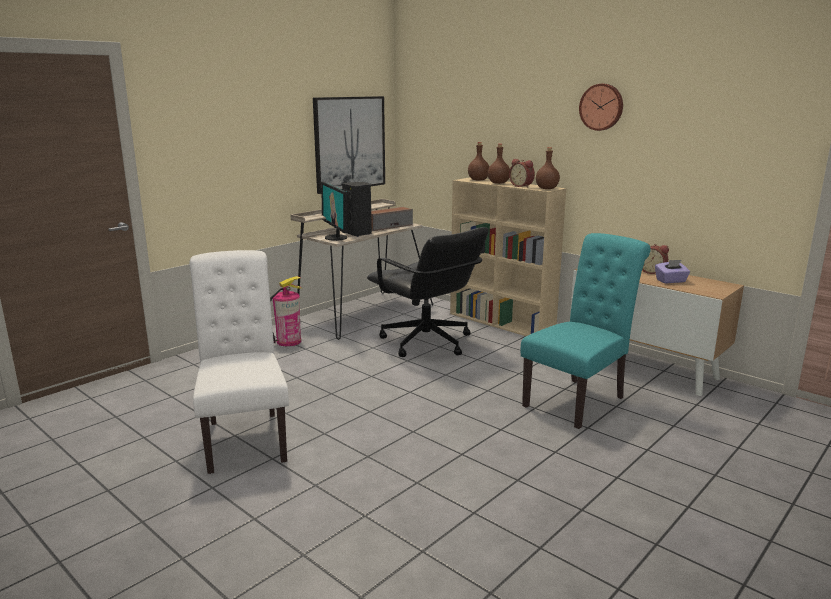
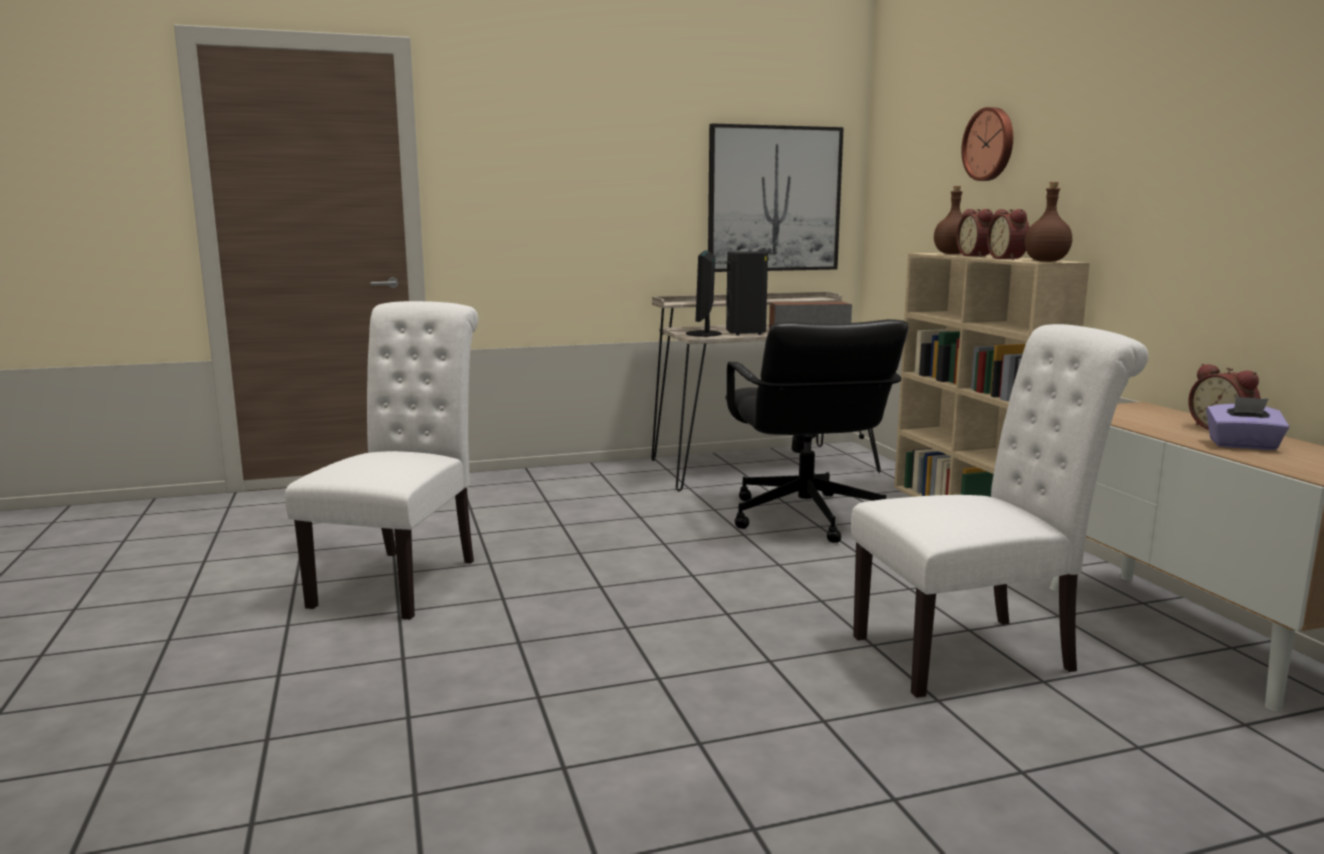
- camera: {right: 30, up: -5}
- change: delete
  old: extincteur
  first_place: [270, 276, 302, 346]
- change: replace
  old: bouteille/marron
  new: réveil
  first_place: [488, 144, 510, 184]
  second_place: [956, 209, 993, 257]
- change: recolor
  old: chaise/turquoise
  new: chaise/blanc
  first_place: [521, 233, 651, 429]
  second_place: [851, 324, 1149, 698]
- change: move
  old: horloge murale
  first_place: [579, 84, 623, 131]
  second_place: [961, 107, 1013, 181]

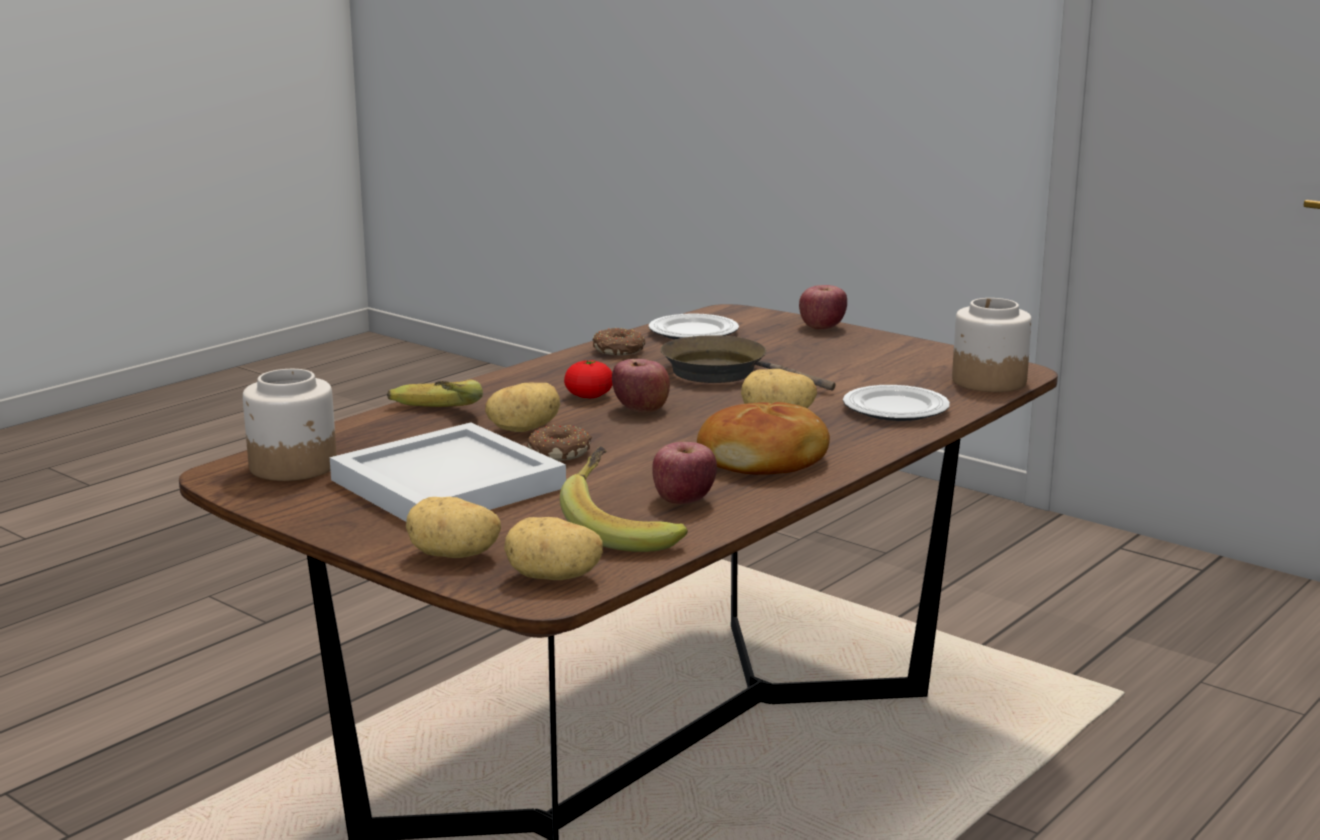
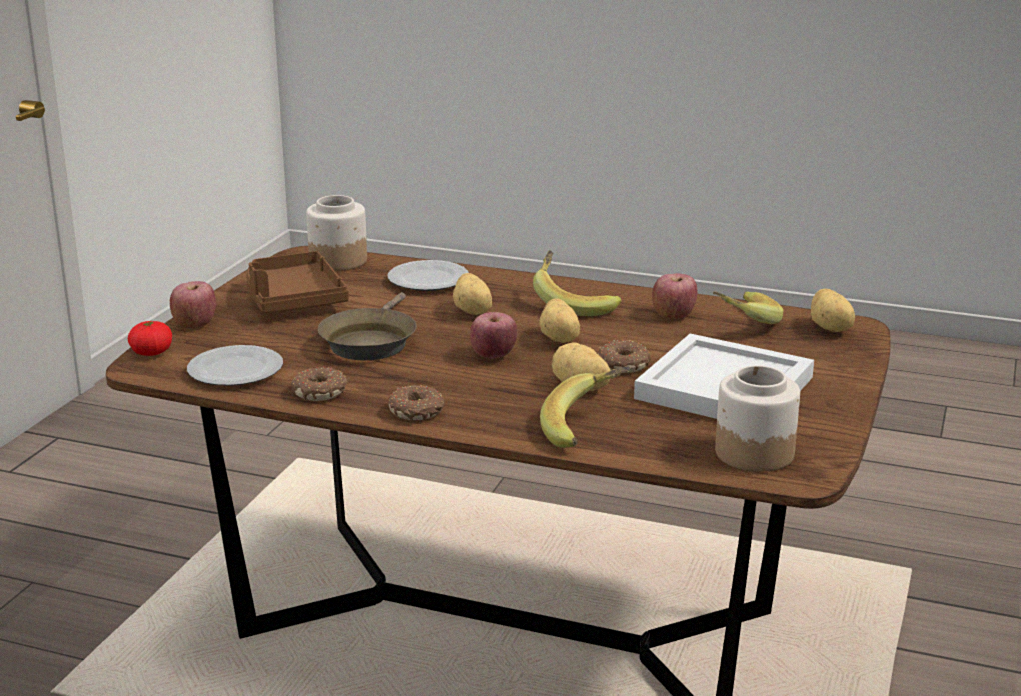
- camera: {right: -110, up: 5}
- change: move
  old: pomme de terre
  first_place: [406, 497, 501, 558]
  second_place: [539, 298, 580, 343]
- change: move
  old: tomate
  first_place: [564, 360, 613, 398]
  second_place: [128, 321, 172, 356]
- change: replace
  old: pain
  new: banane
  first_place: [697, 402, 830, 475]
  second_place: [533, 250, 622, 316]
- change: insert
  new: plateau/marron
  second_place: [246, 251, 349, 313]
- change: insert
  new: beignet
  second_place: [388, 385, 444, 420]

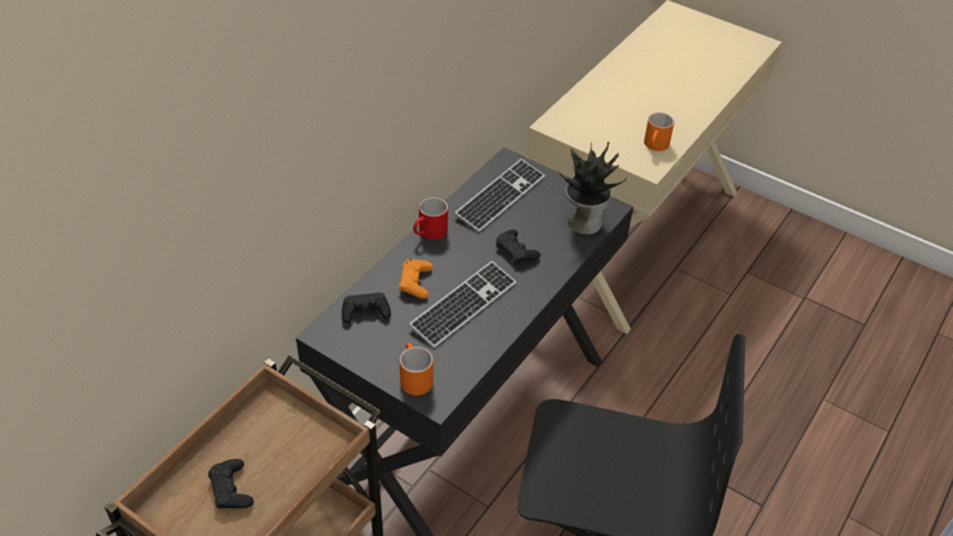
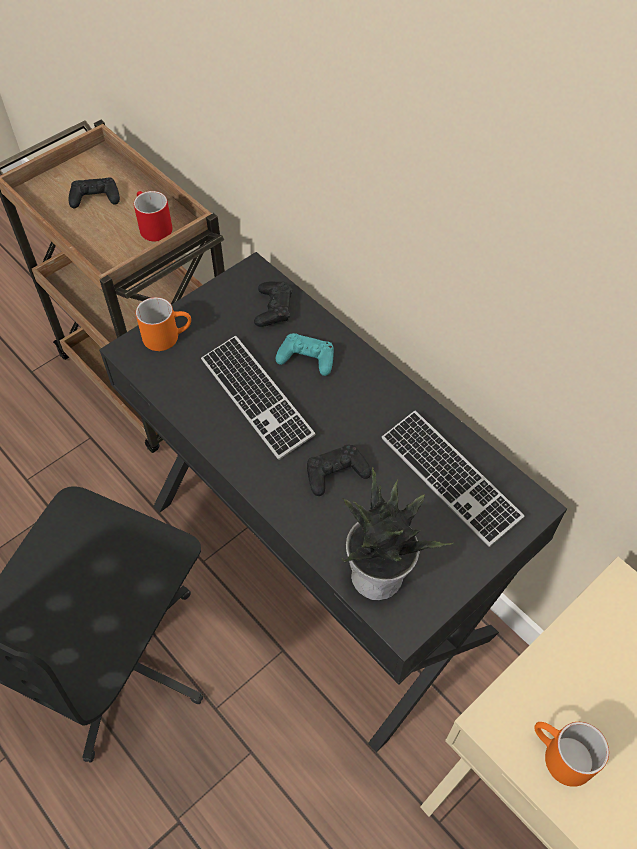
- camera: {right: 105, up: 10}
- change: recolor
  old: manette/orange
  new: manette/turquoise
  first_place: [399, 259, 433, 299]
  second_place: [276, 333, 334, 376]
- change: move
  old: mug/rouge
  first_place: [413, 197, 448, 240]
  second_place: [134, 191, 173, 241]

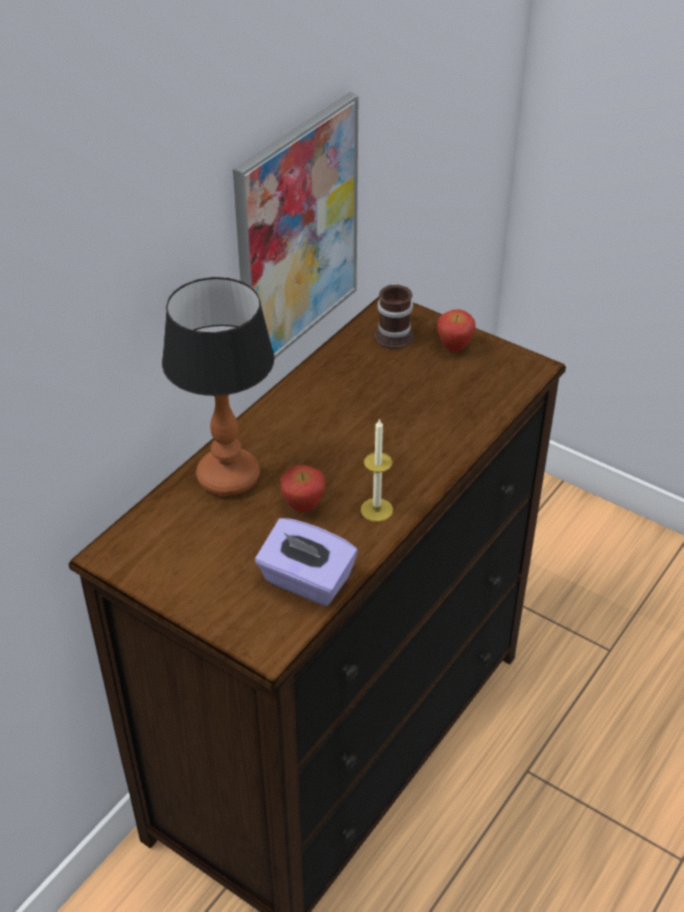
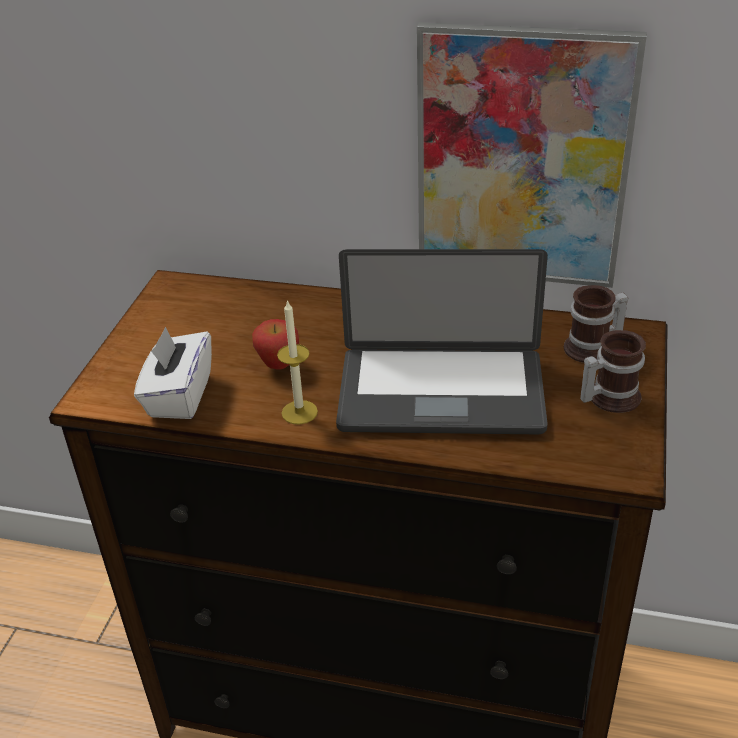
- camera: {right: 70, up: -5}
- change: delete
  old: lampe de table
  first_place: [162, 277, 275, 496]
- change: recolor
  old: boîte à mouchoirs/violet
  new: boîte à mouchoirs/blanc
  first_place: [255, 518, 358, 606]
  second_place: [134, 327, 212, 419]
- change: replace
  old: pomme
  new: mug
  first_place: [437, 309, 476, 352]
  second_place: [580, 330, 646, 413]
- change: insert
  new: ordinateur portable
  second_place: [336, 249, 548, 434]

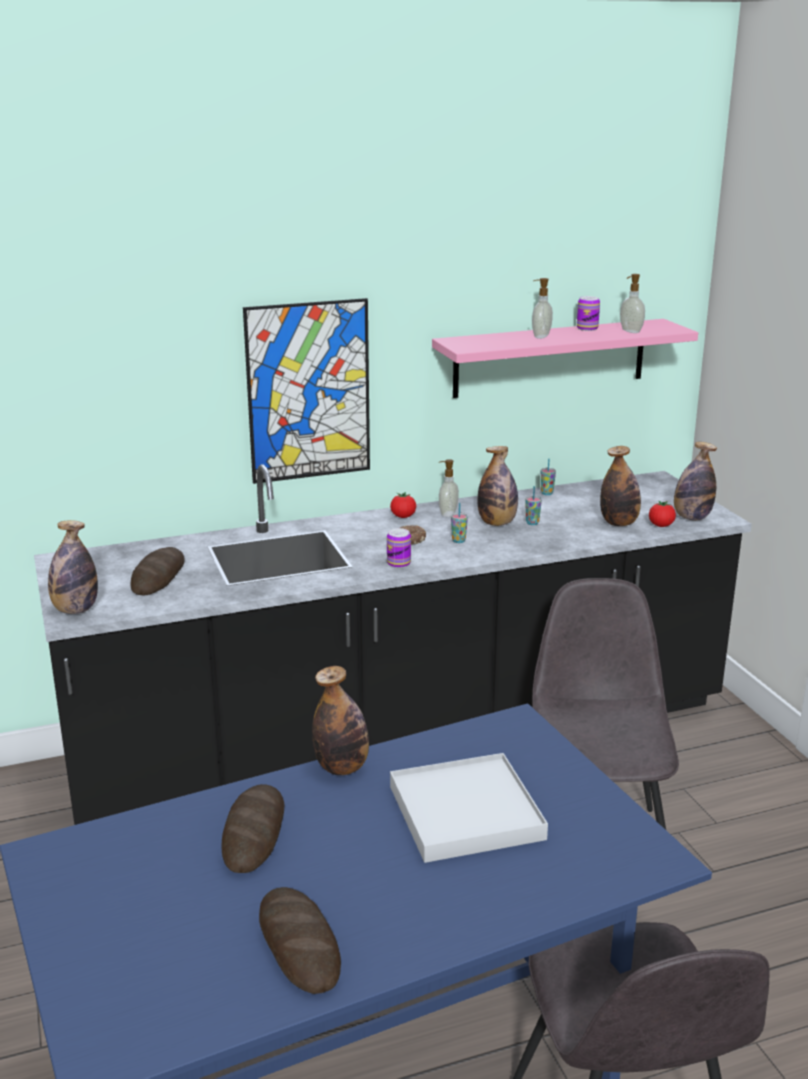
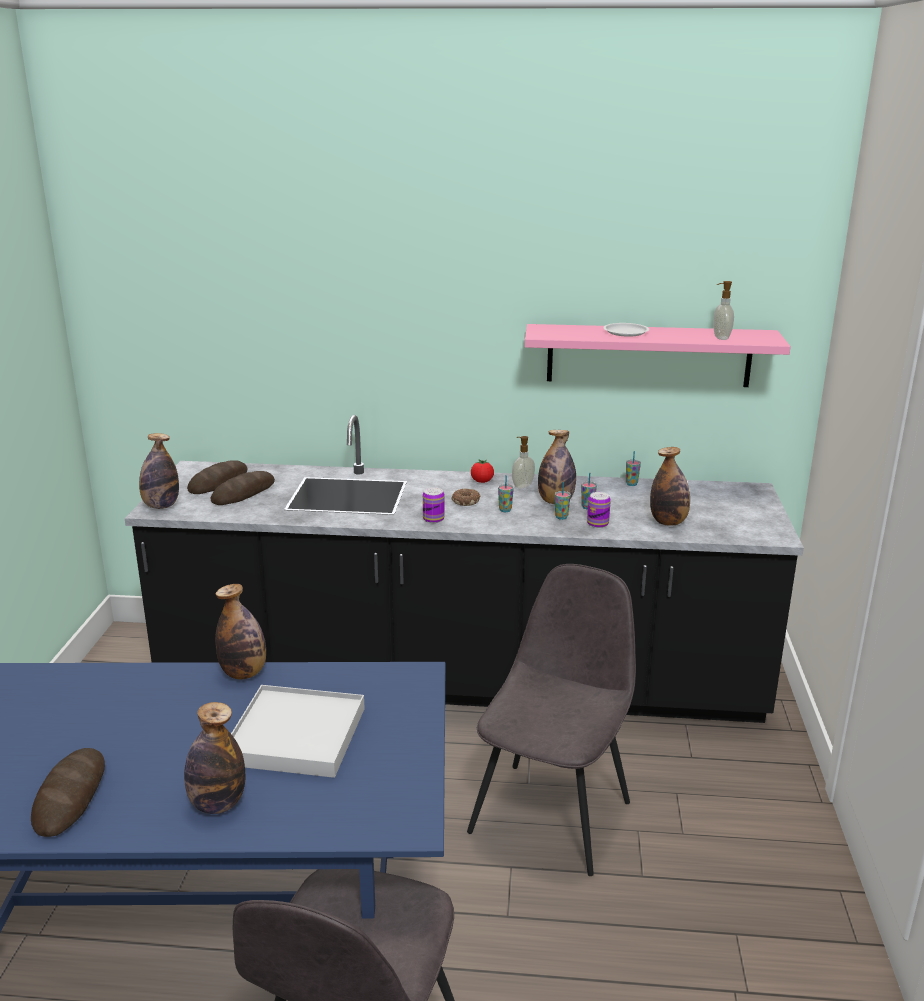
- camera: {right: 25, up: 0}
- change: move
  old: pain
  first_place: [222, 784, 284, 873]
  second_place: [187, 461, 248, 494]
- change: delete
  old: tableau
  first_place: [243, 298, 370, 484]
- change: replace
  old: distributeur de savon
  new: assiette/blanc
  first_place: [532, 278, 553, 339]
  second_place: [603, 323, 649, 337]
- change: move
  old: boîte métallique
  first_place: [577, 296, 600, 331]
  second_place: [587, 492, 611, 528]
- change: delete
  old: tomate
  first_place: [649, 500, 676, 527]
- change: move
  old: bouteille
  first_place: [674, 442, 717, 521]
  second_place: [184, 702, 245, 814]
- change: insert
  new: tasse
  second_place: [555, 482, 571, 520]

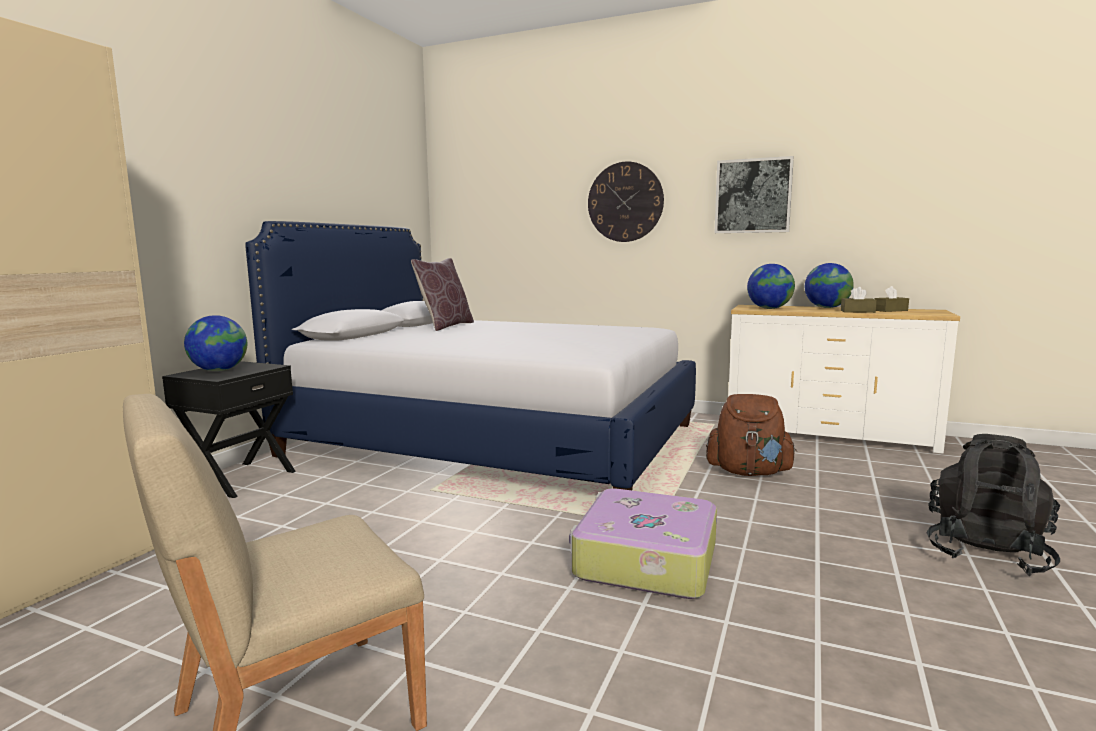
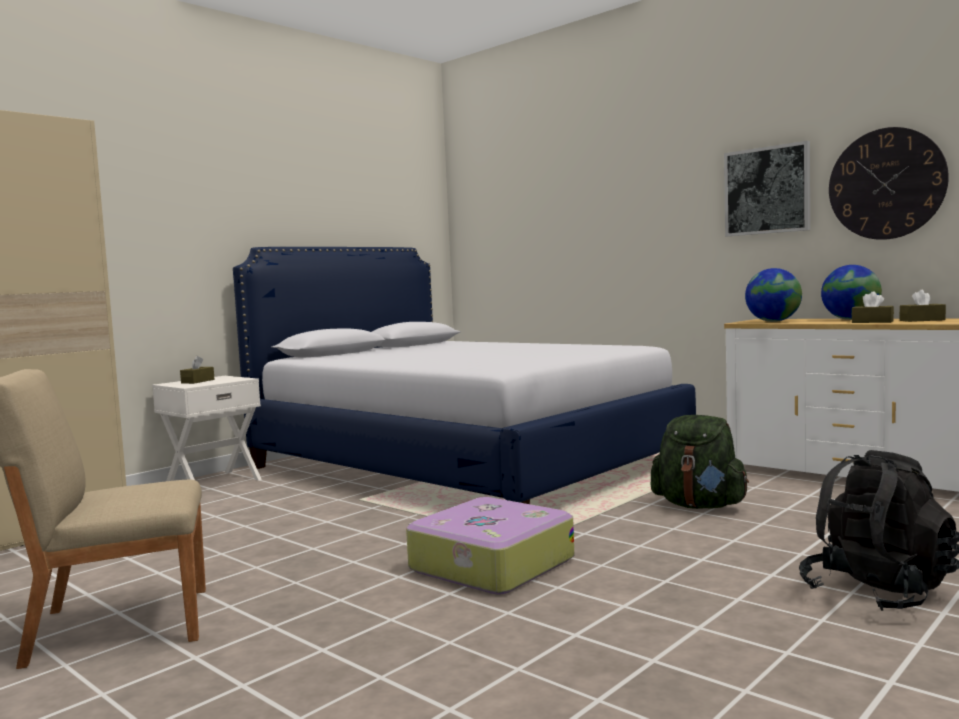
- camera: {right: 20, up: -5}
- change: recolor
  old: table de chevet/noir
  new: table de chevet/blanc
  first_place: [162, 361, 296, 498]
  second_place: [152, 376, 262, 481]
- change: replace
  old: globe
  new: boîte à mouchoirs/marron
  first_place: [184, 315, 247, 371]
  second_place: [180, 356, 214, 384]
- change: delete
  old: coussin/marron
  first_place: [411, 258, 474, 331]
- change: move
  old: horloge murale
  first_place: [588, 162, 664, 242]
  second_place: [829, 127, 949, 240]
- change: recolor
  old: sac à dos/marron
  new: sac à dos/vert
  first_place: [706, 394, 797, 476]
  second_place: [651, 415, 749, 509]

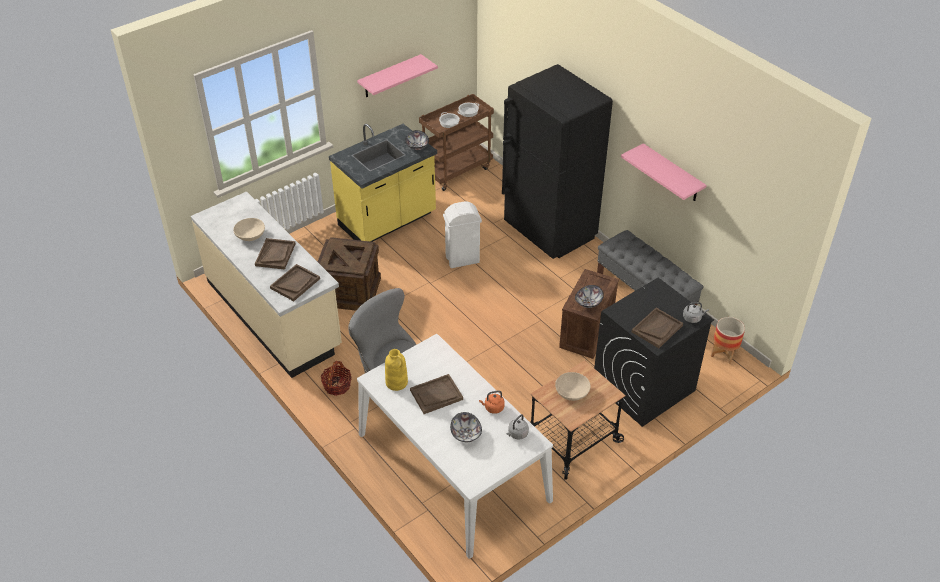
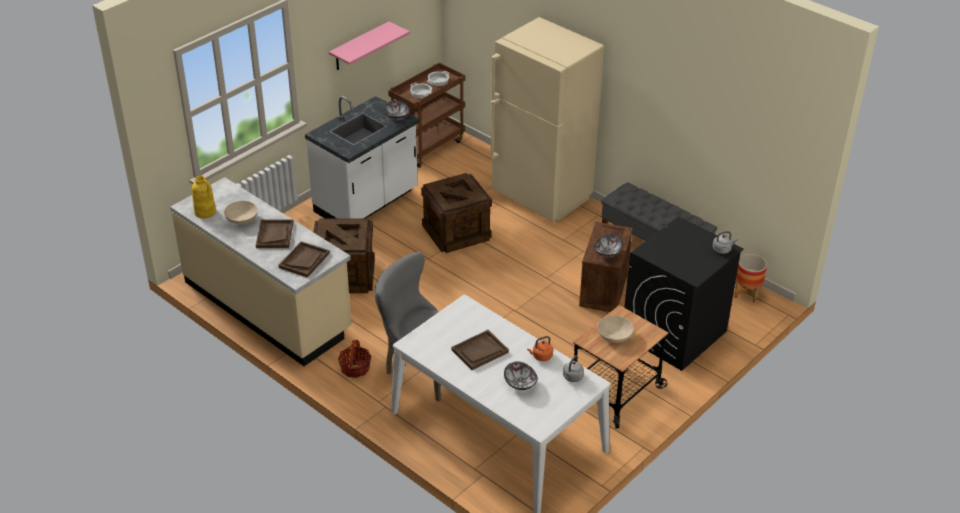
- camera: {right: -10, up: -5}
- change: recolor
  old: comptoir de cuisine/jaune
  new: comptoir de cuisine/blanc
  first_place: [329, 124, 437, 242]
  second_place: [305, 96, 419, 219]
- change: move
  old: vase/jaune
  first_place: [385, 349, 408, 391]
  second_place: [192, 175, 216, 218]
- change: replace
  old: poubelle/blanc
  new: caisse
  first_place: [443, 201, 482, 268]
  second_place: [421, 173, 492, 253]
- change: recolor
  old: réfrigérateur/noir
  new: réfrigérateur/beige
  first_place: [502, 64, 613, 259]
  second_place: [490, 17, 604, 222]
- change: delete
  old: étagère/rose
  first_place: [621, 143, 707, 201]
- change: delete
  old: plateau/marron
  first_place: [632, 308, 683, 348]

